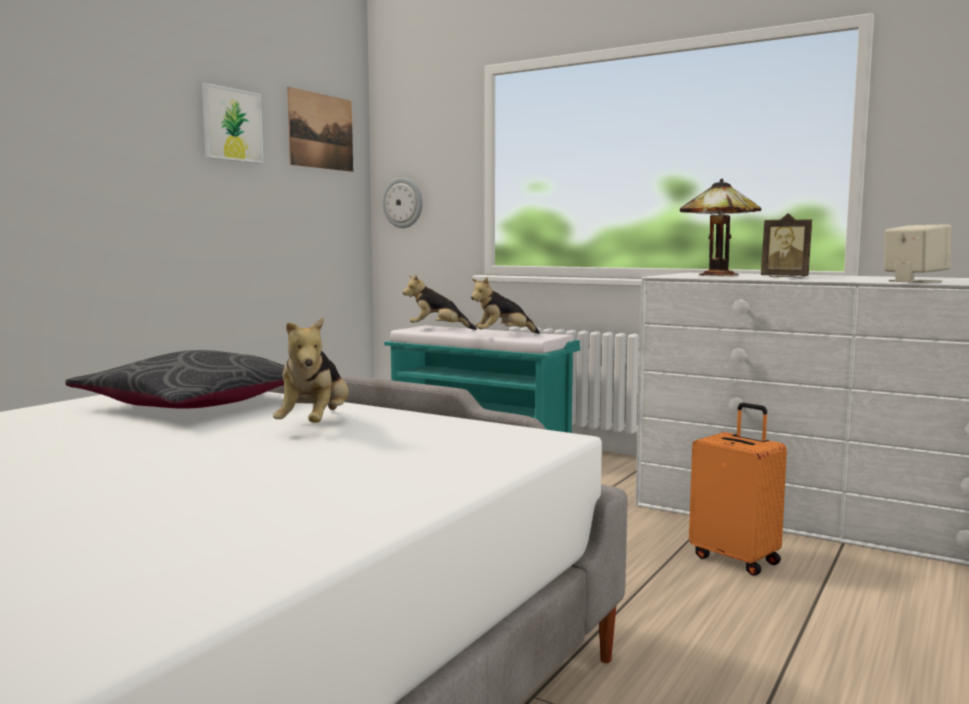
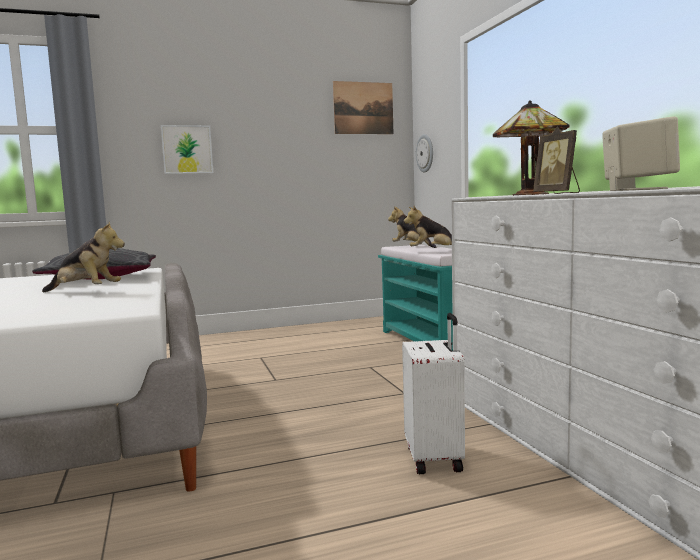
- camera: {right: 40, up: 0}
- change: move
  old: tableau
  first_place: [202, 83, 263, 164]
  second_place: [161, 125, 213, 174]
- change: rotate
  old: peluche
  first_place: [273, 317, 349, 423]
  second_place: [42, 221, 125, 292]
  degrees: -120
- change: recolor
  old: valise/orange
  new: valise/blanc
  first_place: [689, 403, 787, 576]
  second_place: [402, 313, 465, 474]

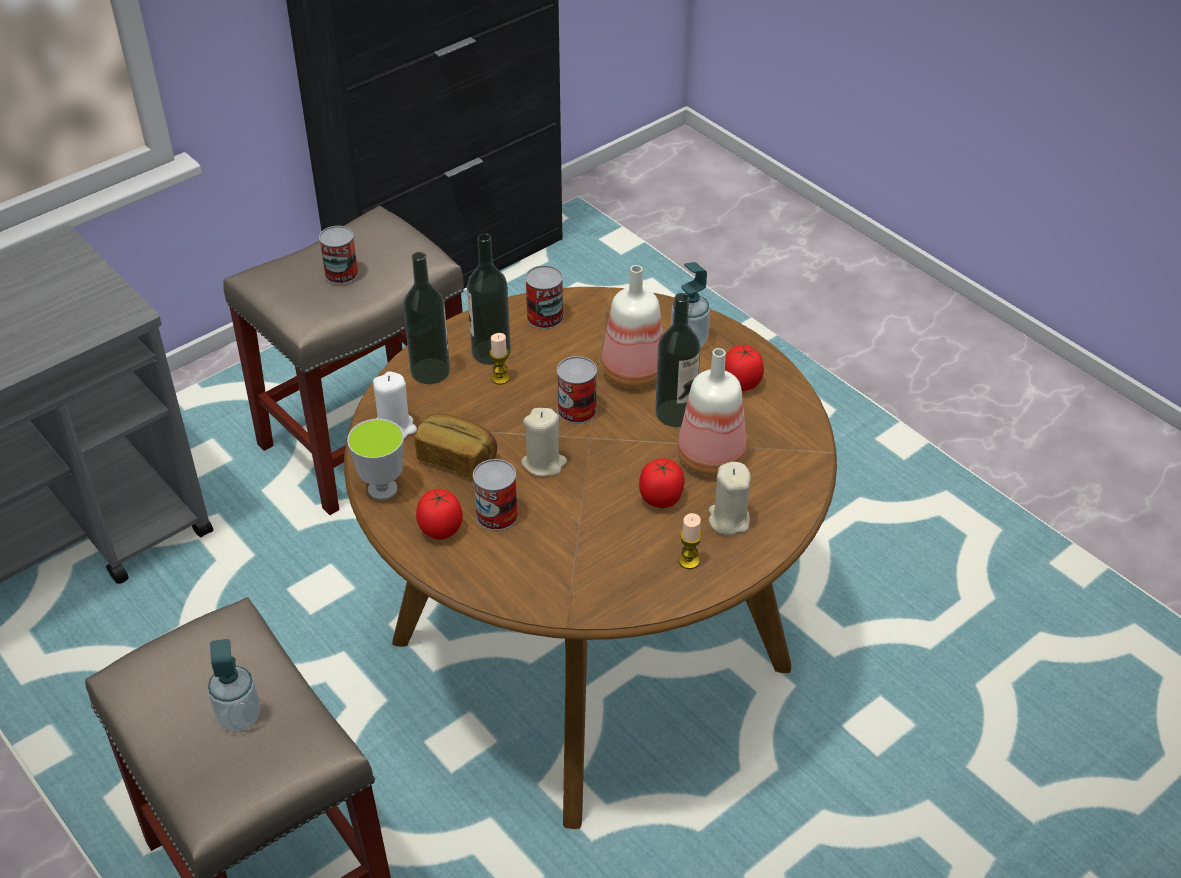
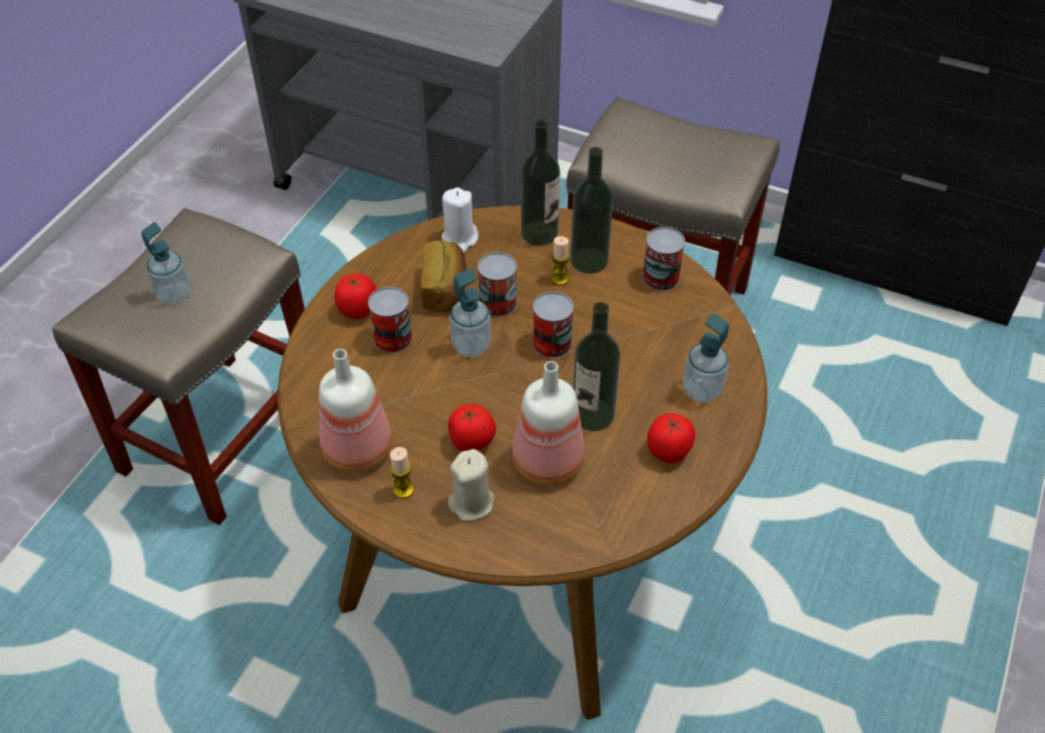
- camera: {right: 65, up: 5}
- change: move
  old: boîte métallique
  first_place: [319, 226, 359, 284]
  second_place: [478, 252, 517, 317]
- change: delete
  old: tasse
  first_place: [347, 419, 404, 500]
- change: replace
  old: bougie/beige
  new: distributeur de savon
  first_place: [521, 408, 567, 477]
  second_place: [450, 268, 491, 357]
- change: move
  old: bouteille
  first_place: [602, 265, 663, 388]
  second_place: [319, 349, 392, 472]

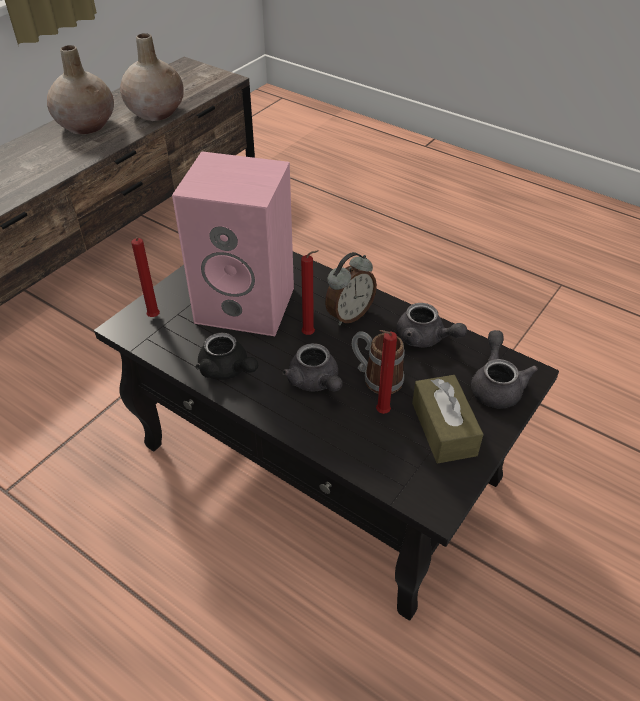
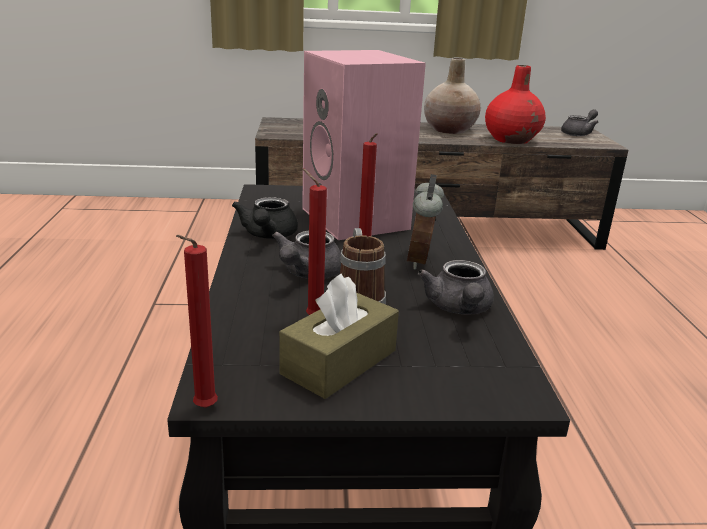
- camera: {right: 50, up: -20}
- change: recolor
  old: vase/beige
  new: vase/rouge
  first_place: [120, 33, 184, 121]
  second_place: [485, 65, 546, 144]
- change: move
  old: bougie/rouge
  first_place: [131, 237, 160, 317]
  second_place: [176, 235, 218, 408]
- change: rotate
  old: réveil
  first_place: [325, 252, 377, 326]
  second_place: [407, 174, 444, 270]
  degrees: 90
- change: move
  old: théière/gris
  first_place: [471, 330, 538, 409]
  second_place: [561, 109, 598, 136]

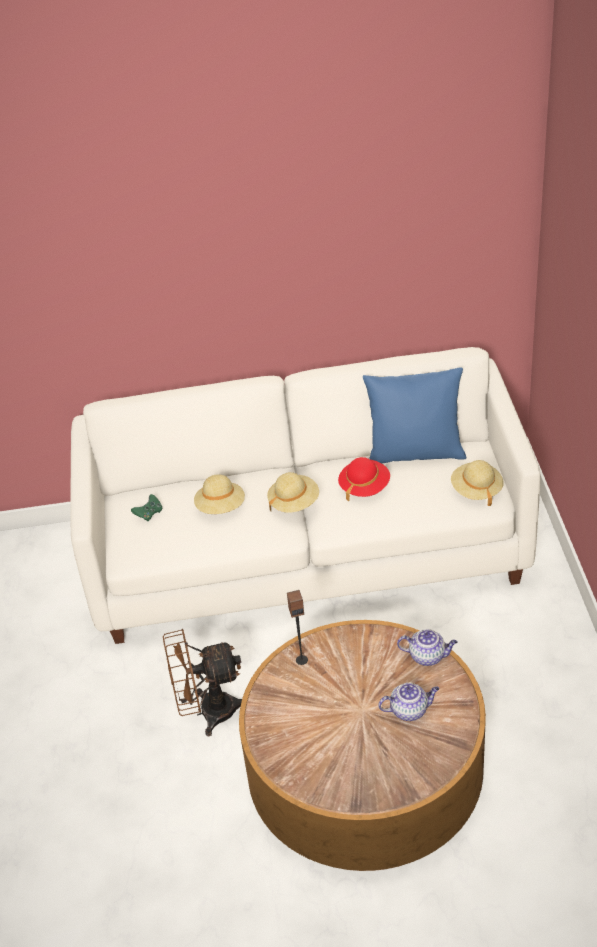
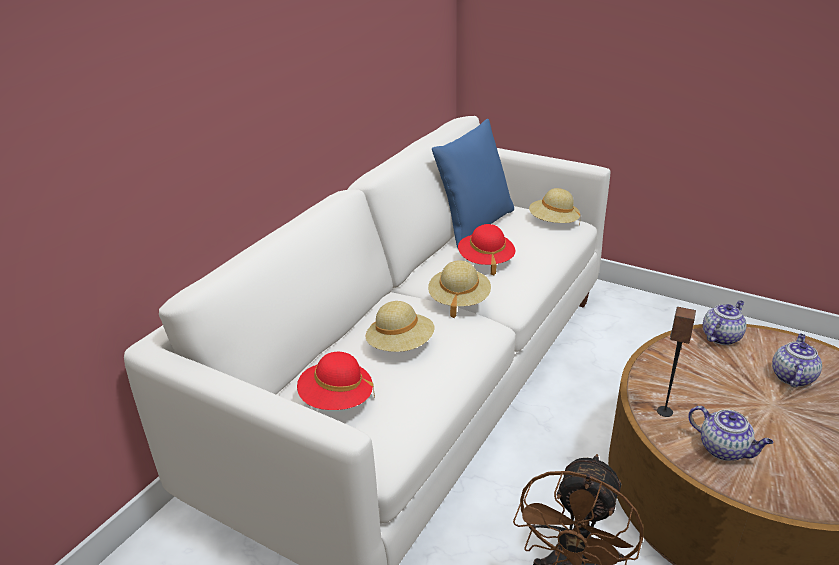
- camera: {right: -55, up: -10}
- change: replace
  old: manette/vert
  new: chapeau/rouge
  first_place: [131, 494, 162, 521]
  second_place: [297, 352, 375, 410]
- change: insert
  new: théière
  second_place: [688, 406, 773, 461]

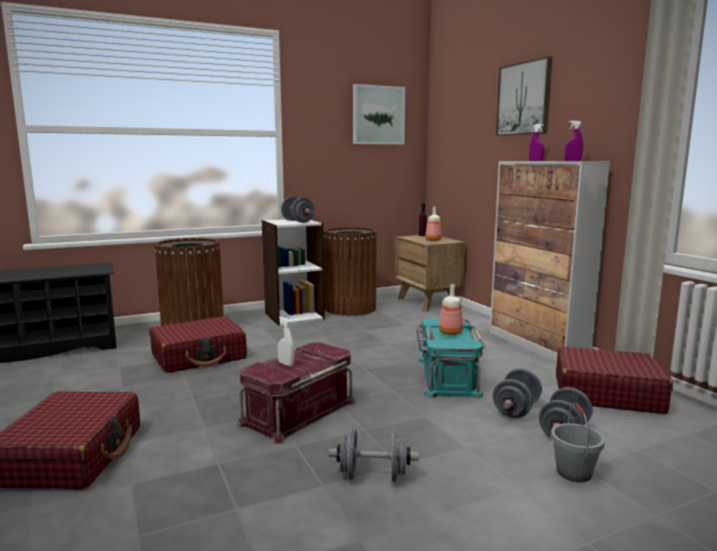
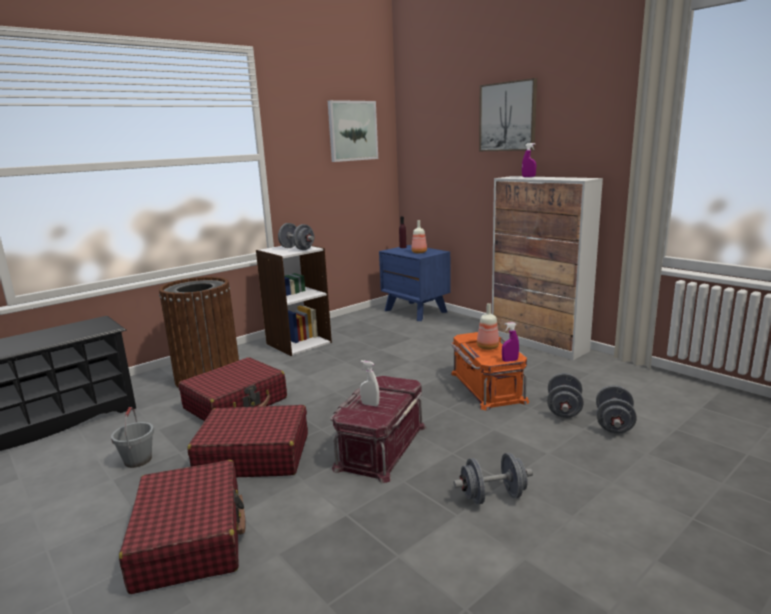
- camera: {right: -15, up: 5}
- change: delete
  old: poubelle/marron
  first_place: [323, 227, 377, 316]
- change: recolor
  old: table de chevet/marron
  new: table de chevet/bleu
  first_place: [395, 235, 466, 312]
  second_place: [379, 245, 451, 321]
- change: recolor
  old: boîte de rangement/turquoise
  new: boîte de rangement/orange
  first_place: [416, 318, 485, 399]
  second_place: [451, 332, 529, 411]
- change: move
  old: seau/gris
  first_place: [551, 403, 605, 482]
  second_place: [111, 407, 154, 468]
- change: move
  old: valise/rouge
  first_place: [556, 346, 673, 414]
  second_place: [187, 405, 308, 477]
- change: move
  old: vaporisateur/violet
  first_place: [565, 121, 583, 161]
  second_place: [502, 322, 519, 362]

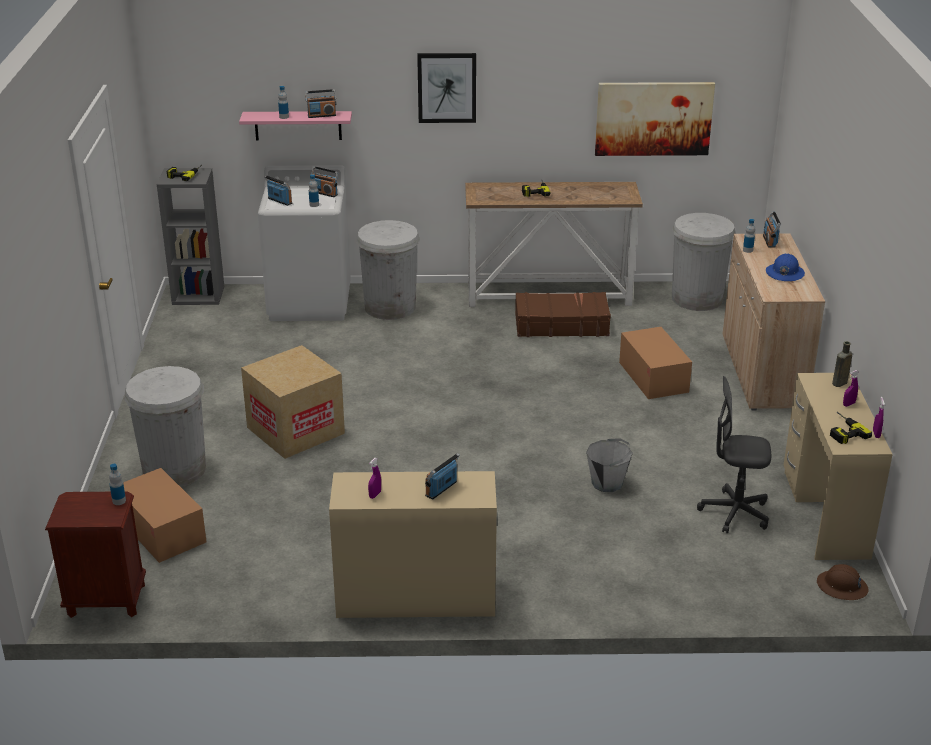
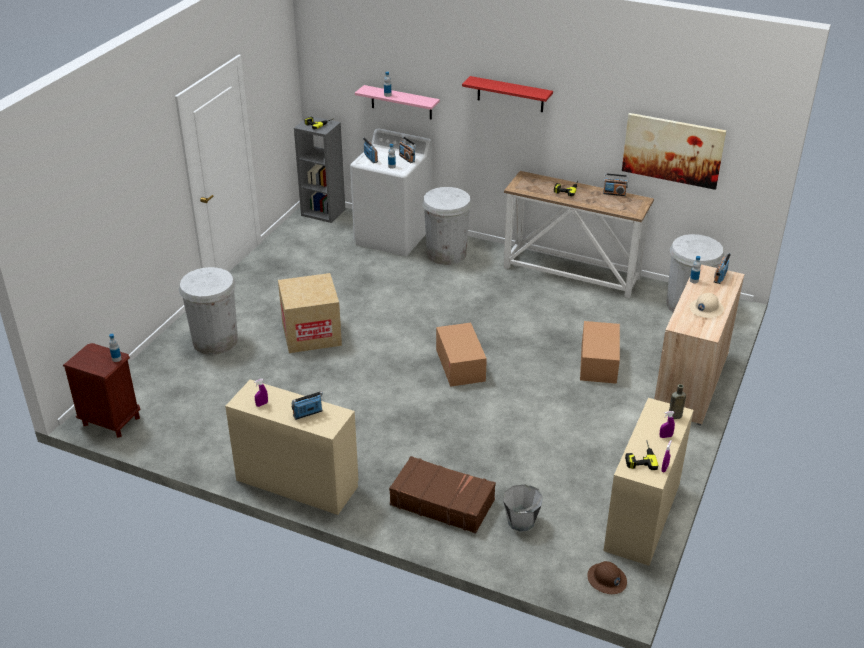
- camera: {right: 25, up: 5}
- change: move
  old: carton
  first_place: [123, 468, 206, 563]
  second_place: [436, 323, 487, 387]
- change: move
  old: radio
  first_place: [305, 89, 336, 118]
  second_place: [603, 173, 629, 196]
- change: replace
  old: tableau
  new: étagère/rouge
  first_place: [417, 53, 476, 123]
  second_place: [462, 76, 553, 112]
- change: move
  old: valise/marron
  first_place: [515, 292, 611, 337]
  second_place: [389, 456, 496, 534]
- change: move
  old: seau/gris
  first_place: [586, 438, 633, 492]
  second_place: [503, 484, 543, 532]
- change: delete
  old: chaise de bureau/gris
  first_place: [697, 376, 771, 534]
- change: recolor
  old: casque de chantier/bleu
  new: casque de chantier/beige
  first_place: [766, 254, 805, 281]
  second_place: [690, 293, 724, 318]

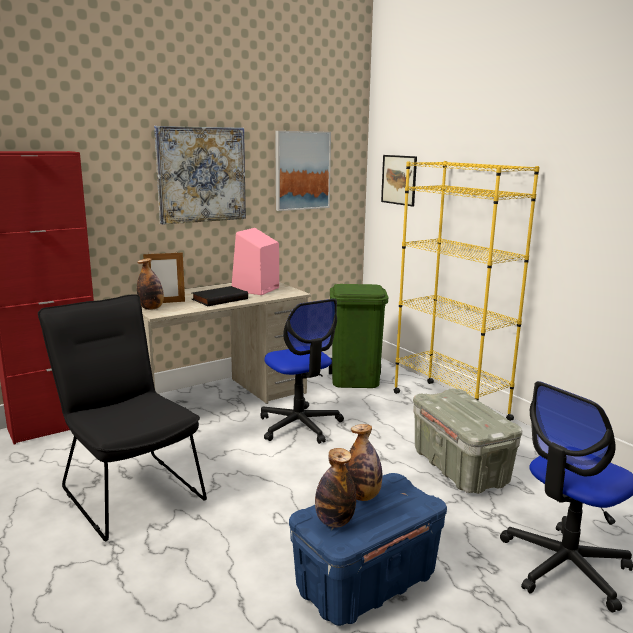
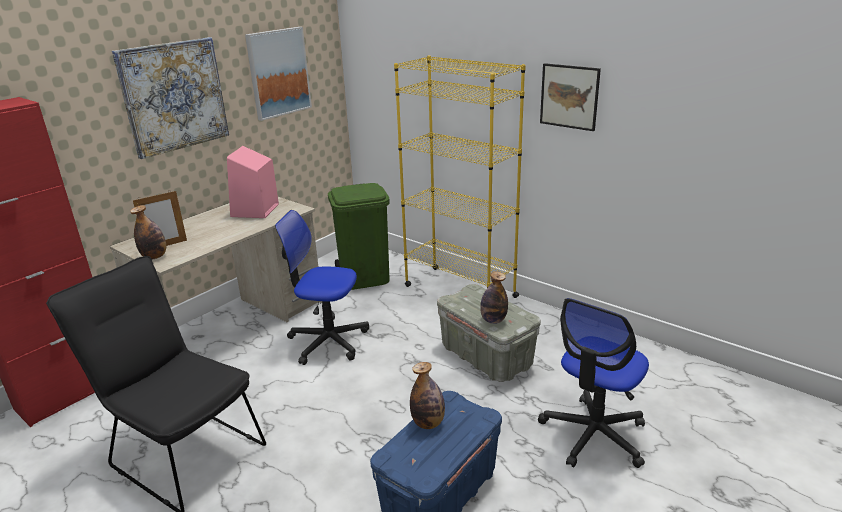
- camera: {right: -15, up: 10}
- change: delete
  old: livre/noir
  first_place: [192, 286, 248, 306]
- change: rotate
  old: chaise de bureau
  first_place: [260, 299, 344, 444]
  second_place: [275, 210, 369, 365]
  degrees: 150
- change: move
  old: bouteille
  first_place: [315, 448, 356, 528]
  second_place: [480, 271, 508, 324]
- change: move
  old: tableau
  first_place: [381, 155, 417, 207]
  second_place: [540, 63, 601, 131]

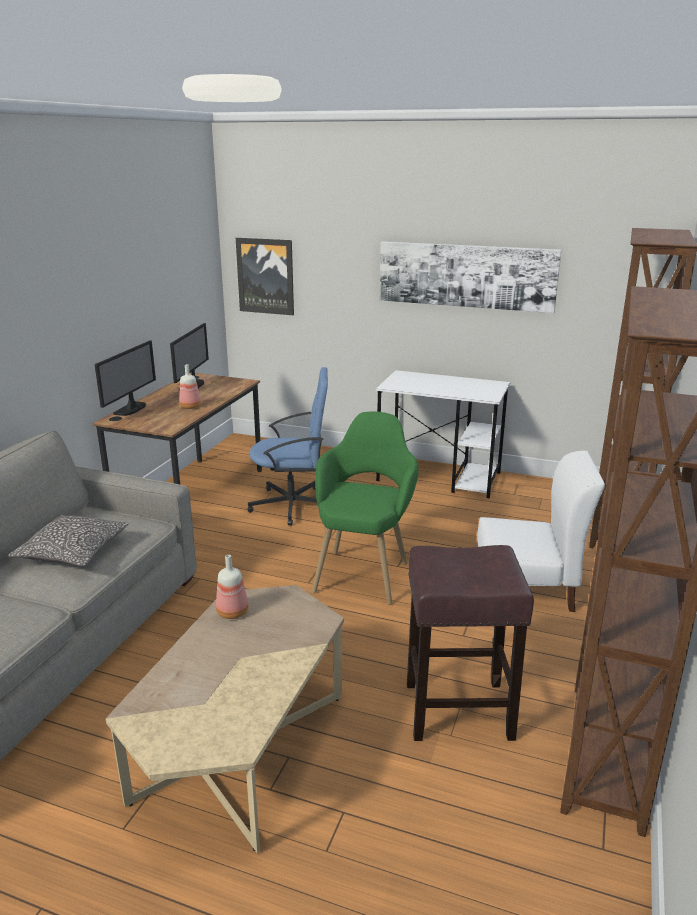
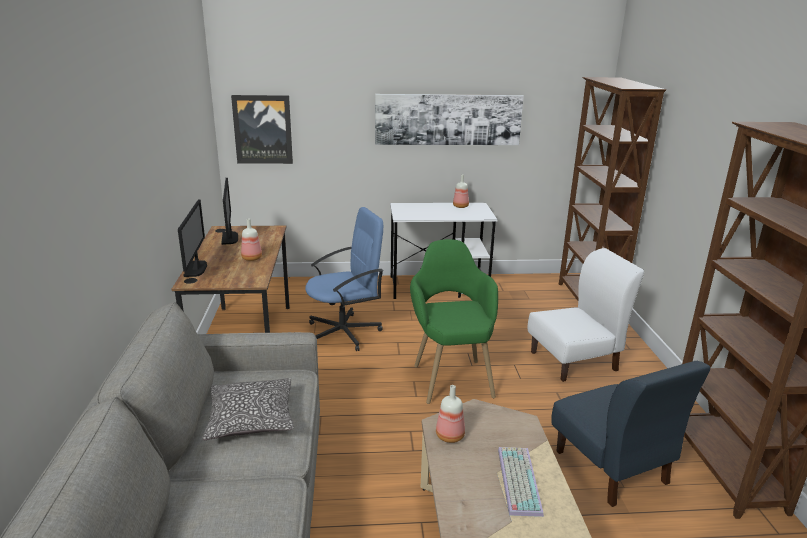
- camera: {right: -25, up: 0}
- change: replace
  old: tabouret/marron
  new: chaise/bleu
  first_place: [407, 545, 534, 741]
  second_place: [551, 361, 710, 507]
- change: insert
  new: bouteille
  second_place: [453, 175, 469, 208]
- change: insert
  new: clavier
  second_place: [498, 447, 544, 517]

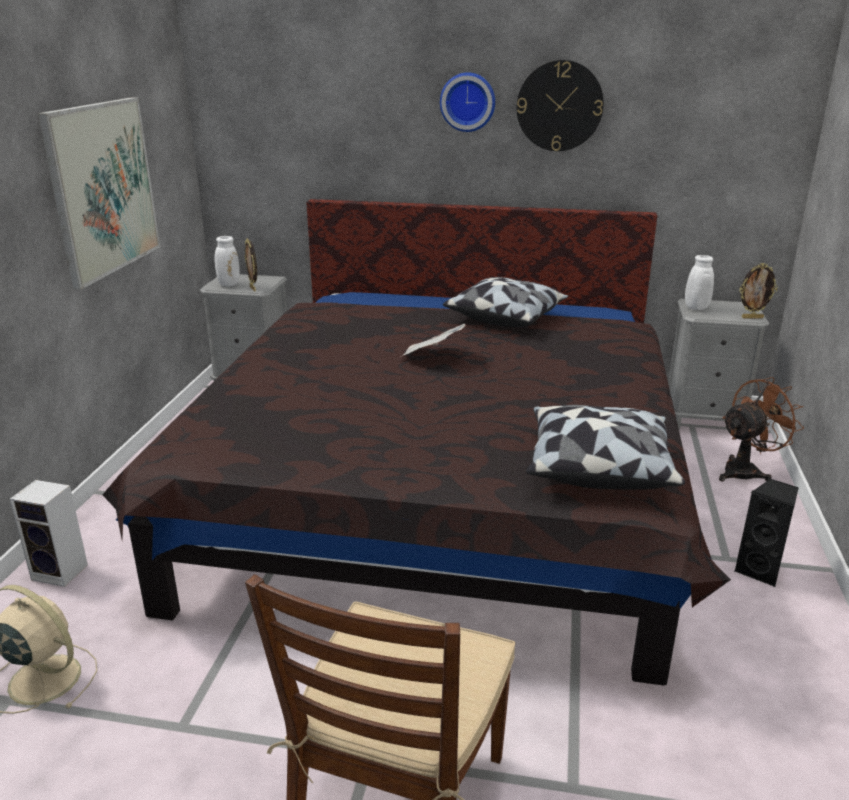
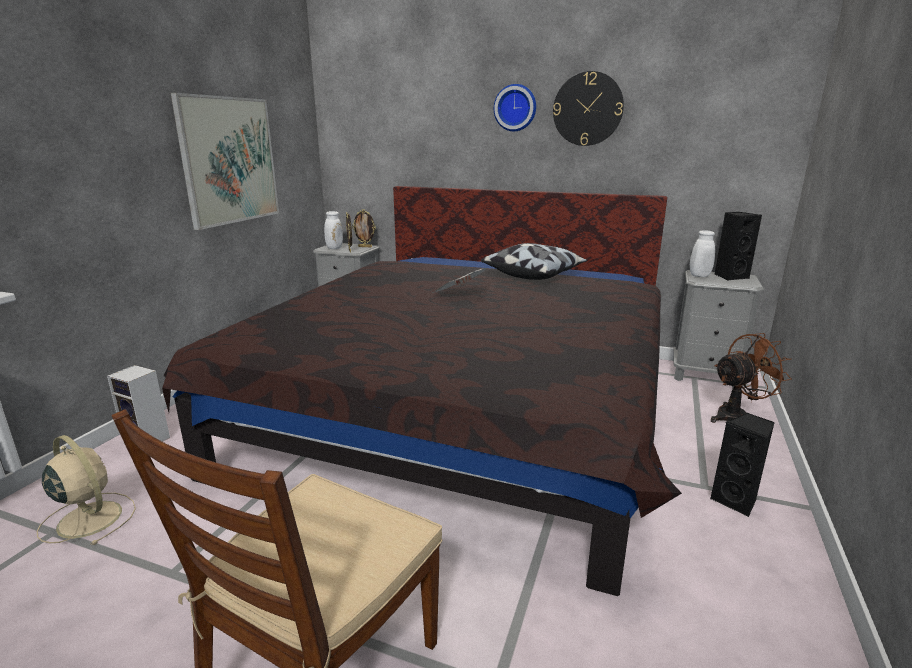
- camera: {right: 10, up: -5}
- change: delete
  old: coussin
  first_place: [526, 405, 685, 490]
- change: move
  old: cadre photo
  first_place: [739, 263, 778, 318]
  second_place: [352, 210, 376, 247]
- change: insert
  new: enceinte/noir
  second_place: [714, 212, 762, 280]

